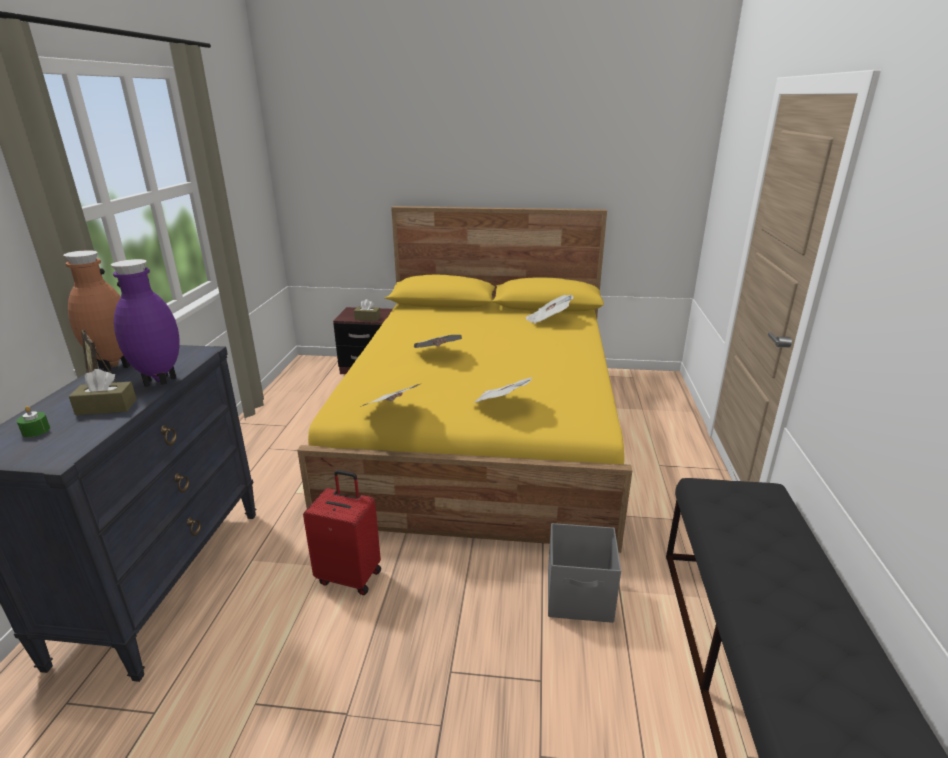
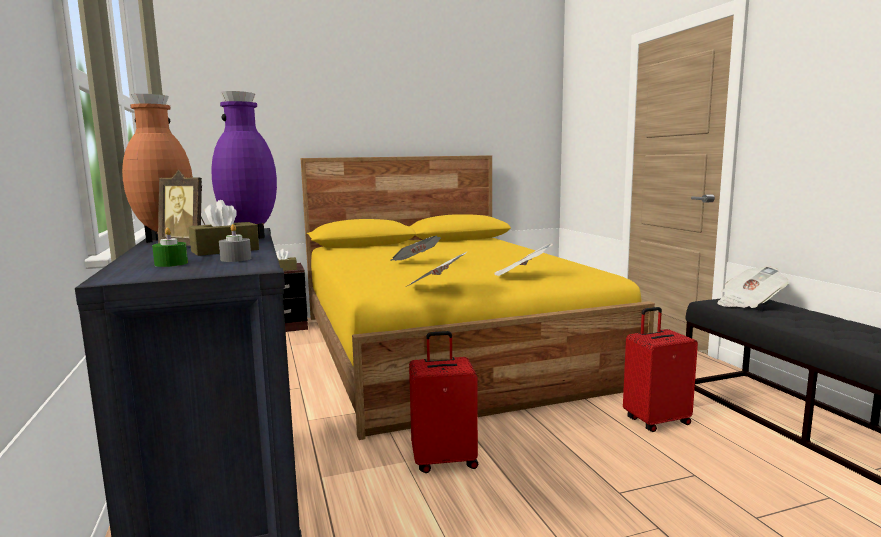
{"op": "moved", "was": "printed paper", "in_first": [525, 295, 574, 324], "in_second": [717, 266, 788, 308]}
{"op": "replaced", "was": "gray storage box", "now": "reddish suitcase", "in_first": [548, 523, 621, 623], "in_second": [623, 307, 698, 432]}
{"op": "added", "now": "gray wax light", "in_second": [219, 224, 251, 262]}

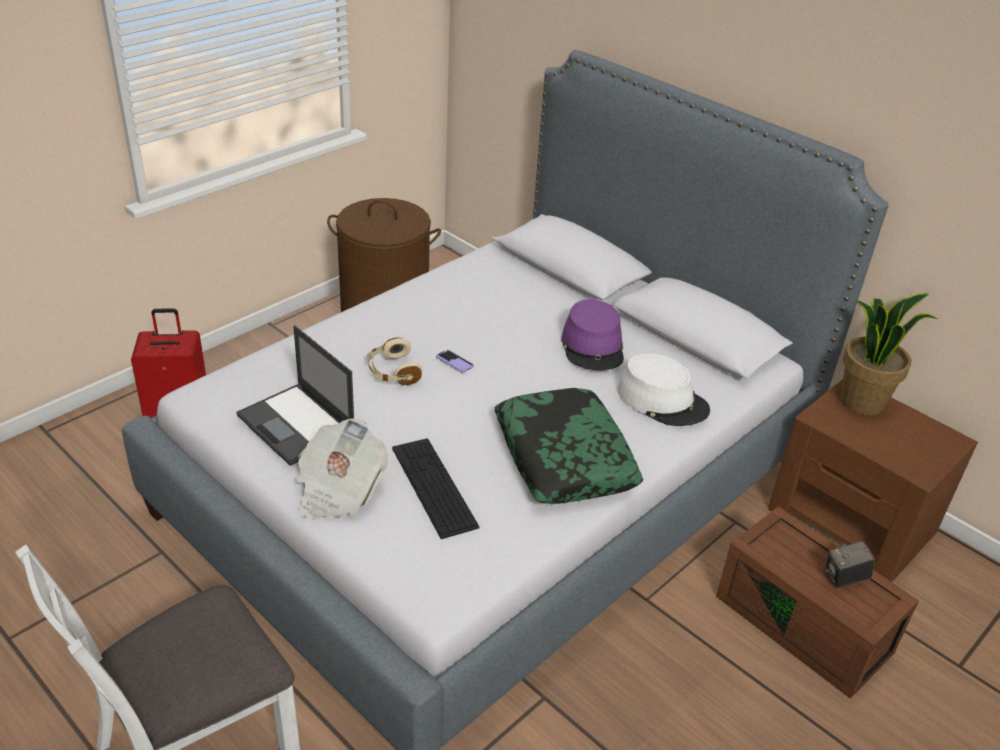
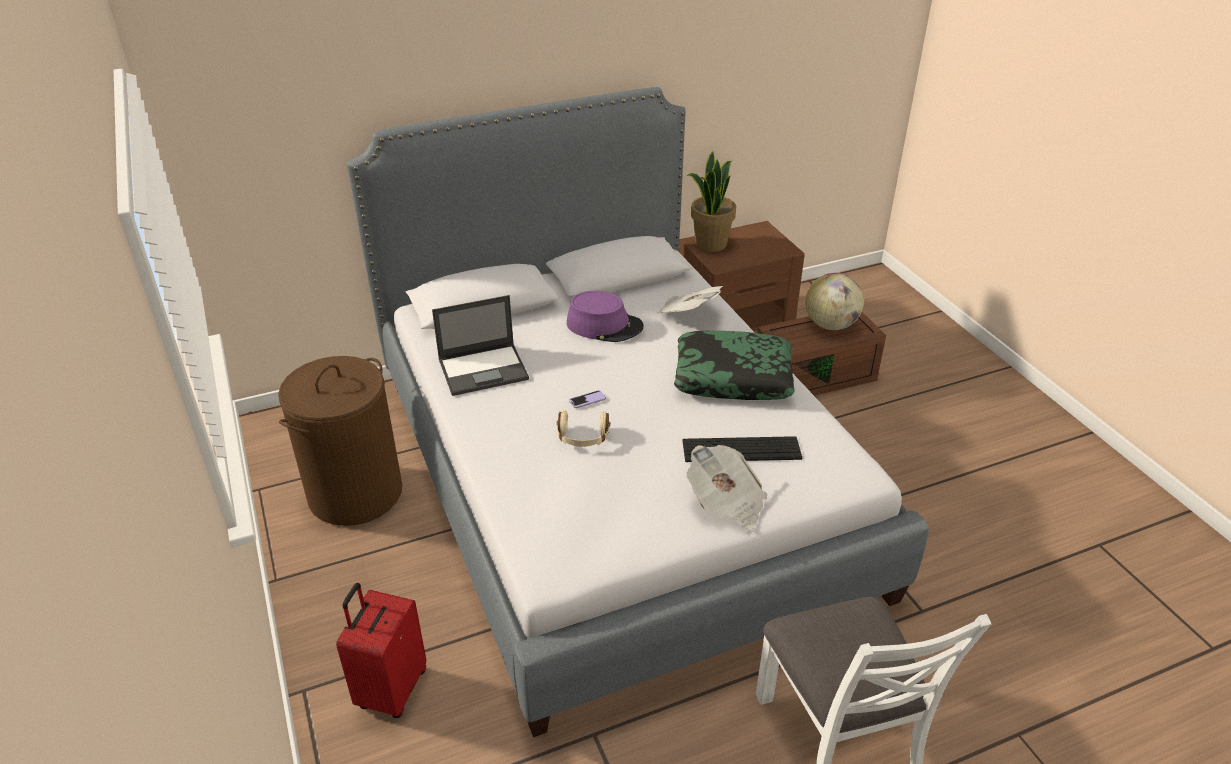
{"op": "moved", "was": "portable computer", "in_first": [236, 325, 354, 466], "in_second": [432, 295, 529, 396]}
{"op": "replaced", "was": "whitish hat", "now": "printed paper", "in_first": [617, 353, 710, 426], "in_second": [656, 286, 723, 314]}
{"op": "replaced", "was": "still camera", "now": "world globe", "in_first": [826, 541, 875, 588], "in_second": [805, 273, 864, 330]}

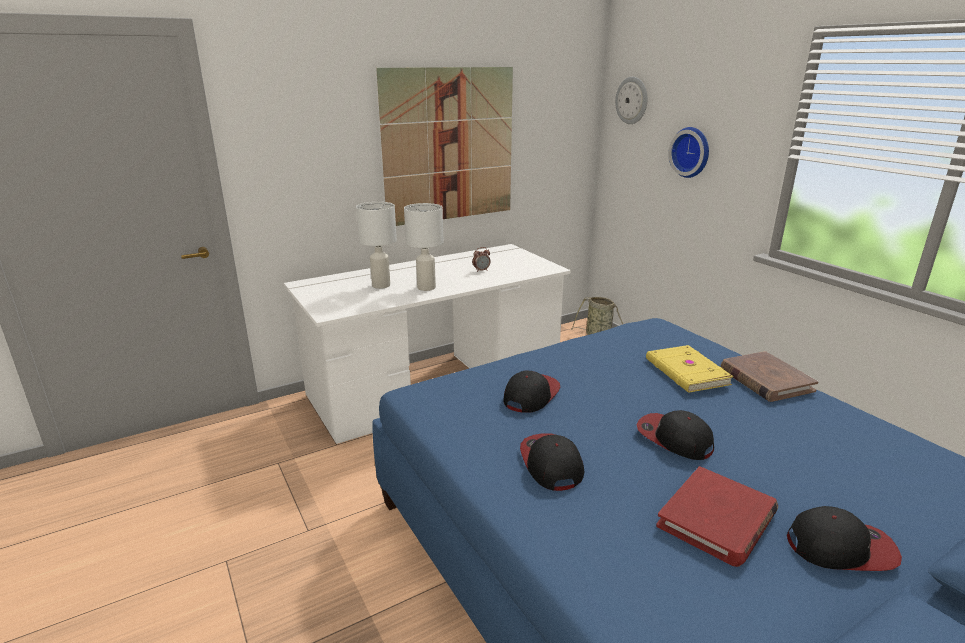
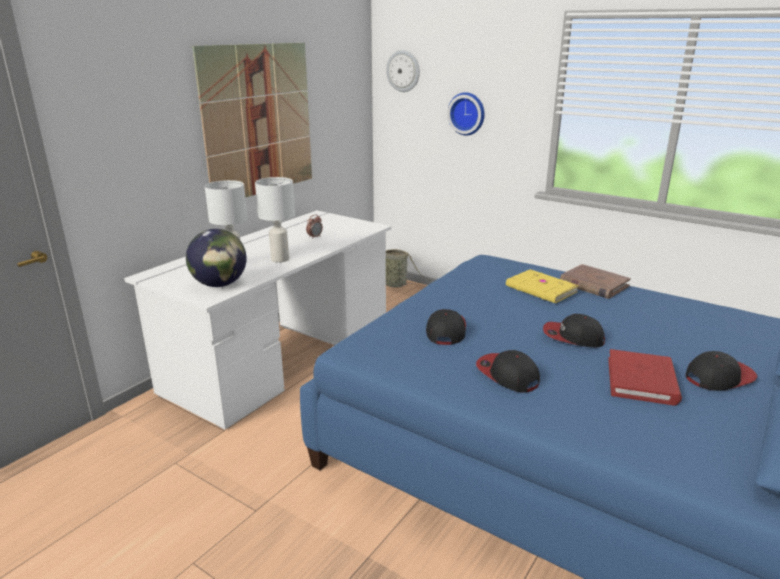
{"op": "added", "now": "world globe", "in_second": [186, 229, 247, 287]}

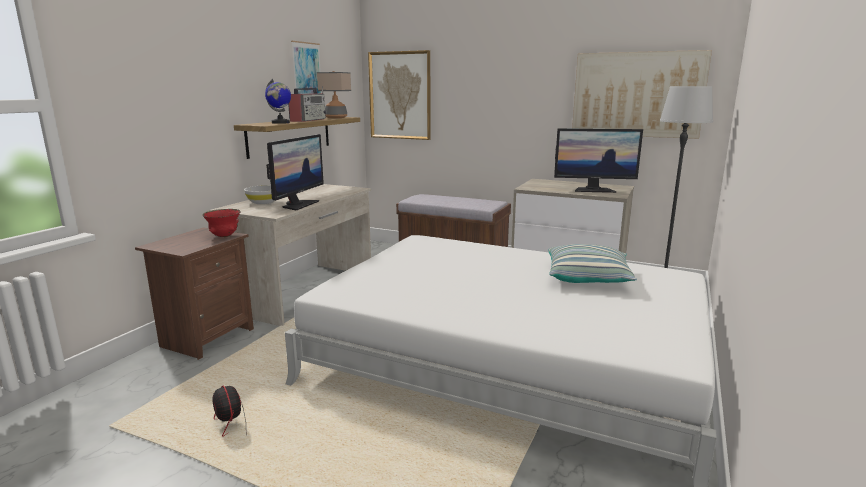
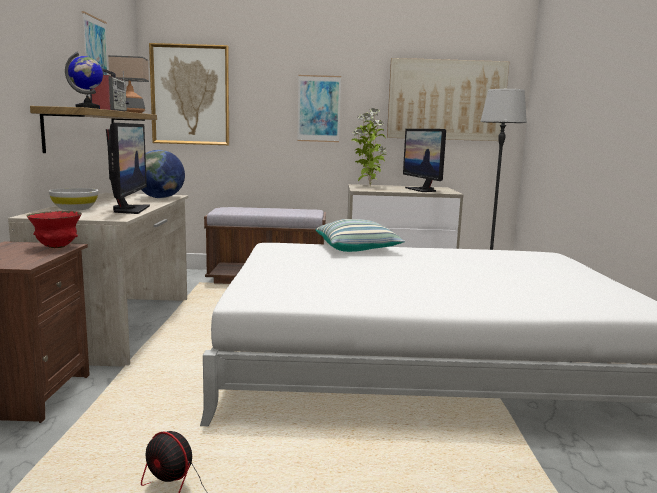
{"op": "turned", "was": "computer screen", "in_first": [554, 128, 643, 193], "in_second": [403, 129, 446, 192], "clockwise": 90}
{"op": "moved", "was": "throw pillow", "in_first": [548, 244, 637, 283], "in_second": [316, 219, 405, 252]}
{"op": "added", "now": "wall picture", "in_second": [297, 75, 341, 142]}
{"op": "added", "now": "potted plant", "in_second": [351, 108, 387, 186]}
{"op": "added", "now": "world globe", "in_second": [141, 150, 185, 198]}

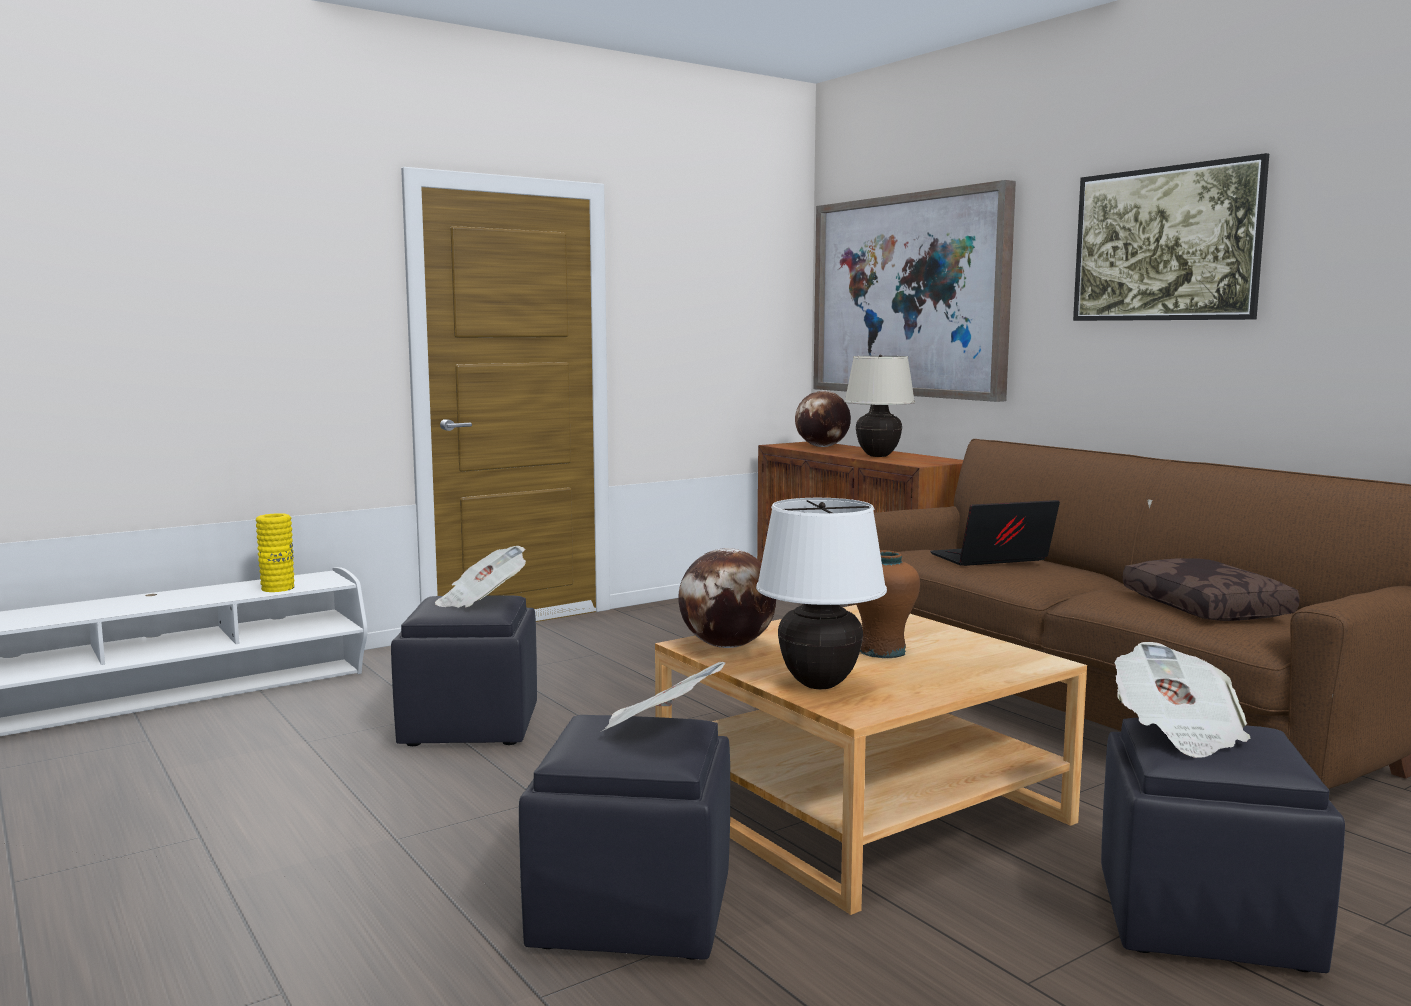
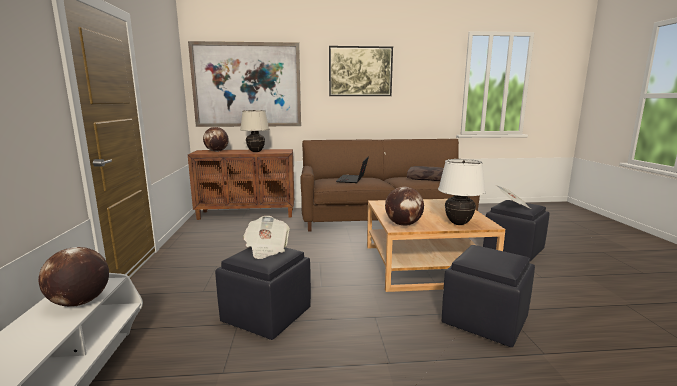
{"op": "replaced", "was": "yellowish vase", "now": "world globe", "in_first": [256, 513, 294, 592], "in_second": [38, 247, 109, 307]}
{"op": "removed", "was": "brown vase", "in_first": [856, 550, 920, 658]}
{"op": "removed", "was": "printed paper", "in_first": [602, 661, 725, 731]}

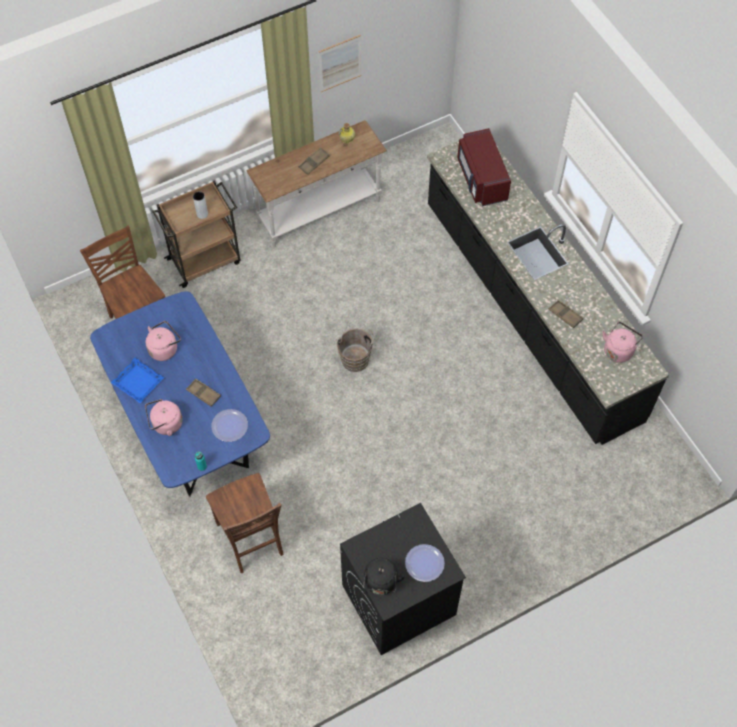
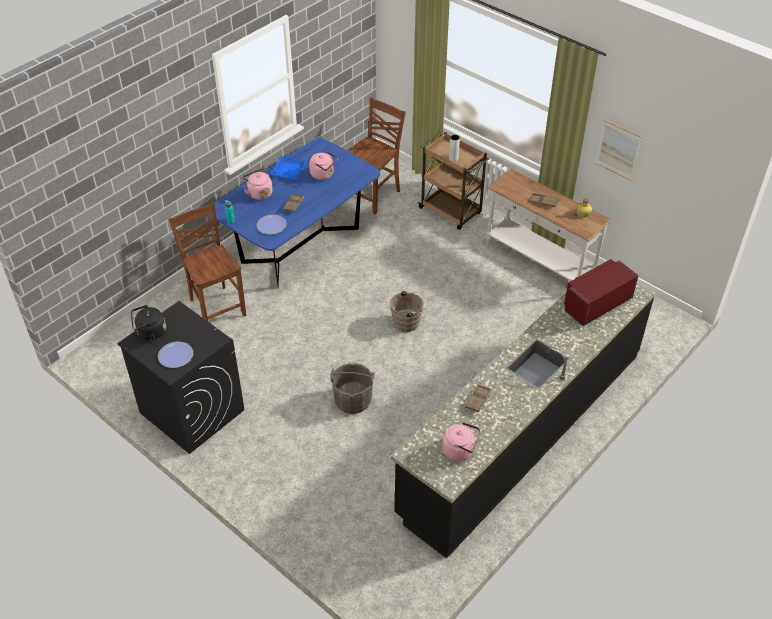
{"op": "turned", "was": "brown upright chair", "in_first": [206, 473, 283, 573], "in_second": [168, 203, 246, 321], "clockwise": 105}
{"op": "added", "now": "gray bucket", "in_second": [330, 363, 375, 414]}

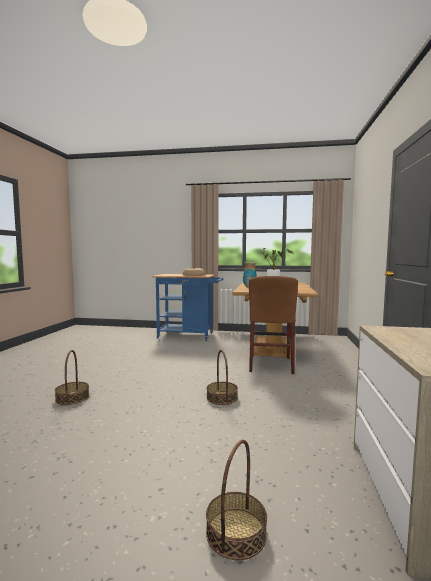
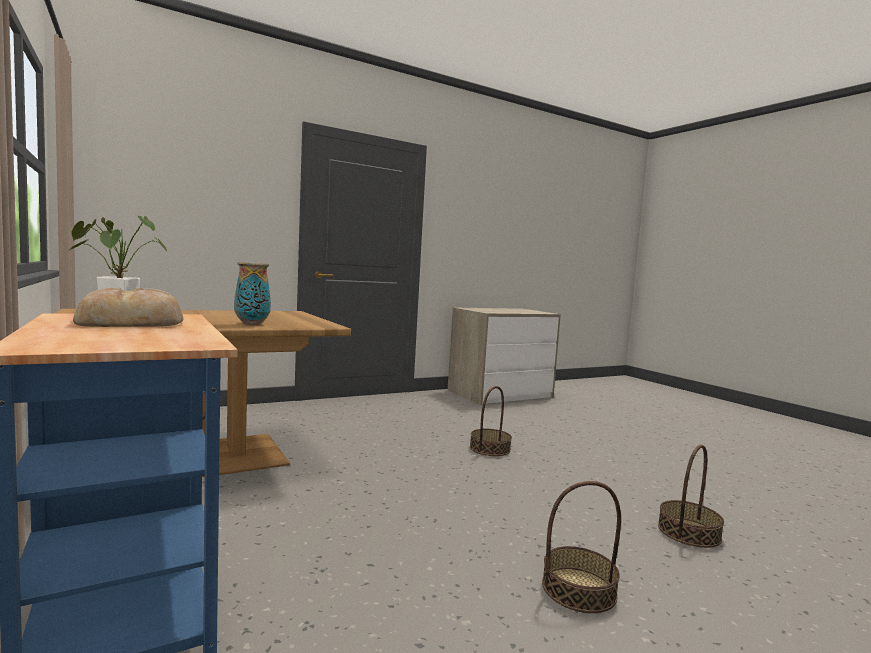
{"op": "removed", "was": "brown upright chair", "in_first": [249, 276, 298, 374]}
{"op": "moved", "was": "household basket", "in_first": [206, 440, 267, 561], "in_second": [542, 481, 621, 613]}

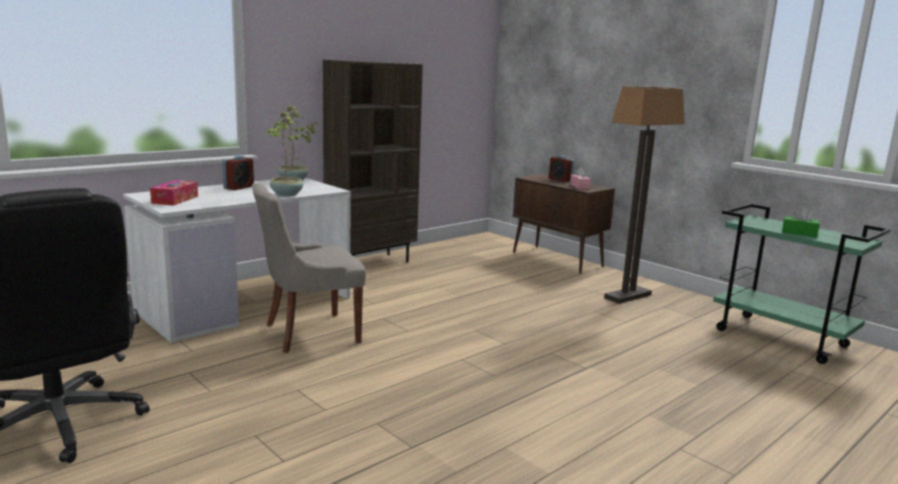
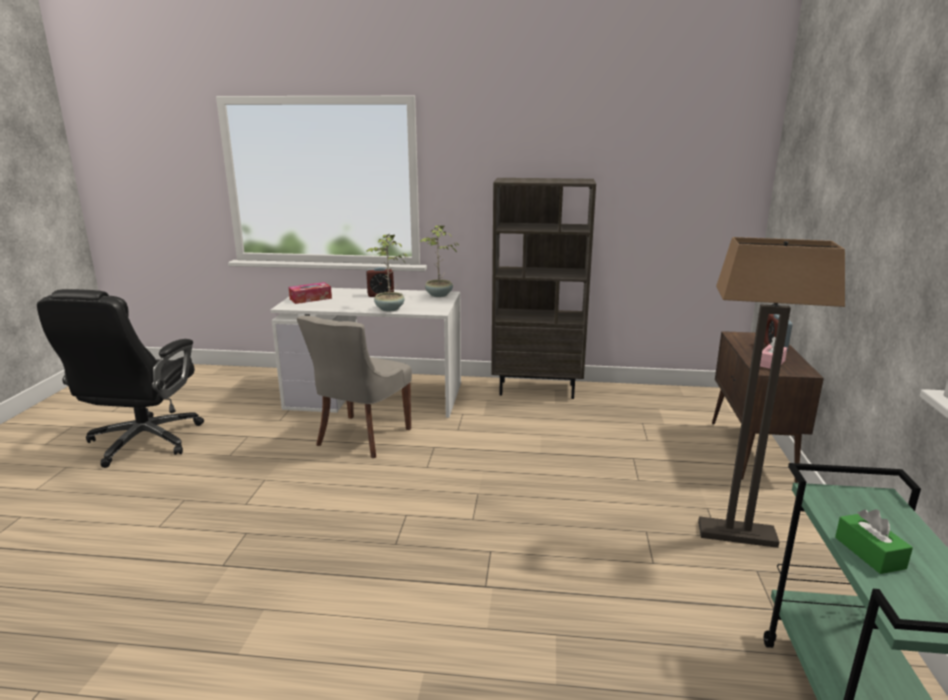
{"op": "turned", "was": "gray upright chair", "in_first": [252, 183, 366, 353], "in_second": [297, 316, 412, 458], "clockwise": -90}

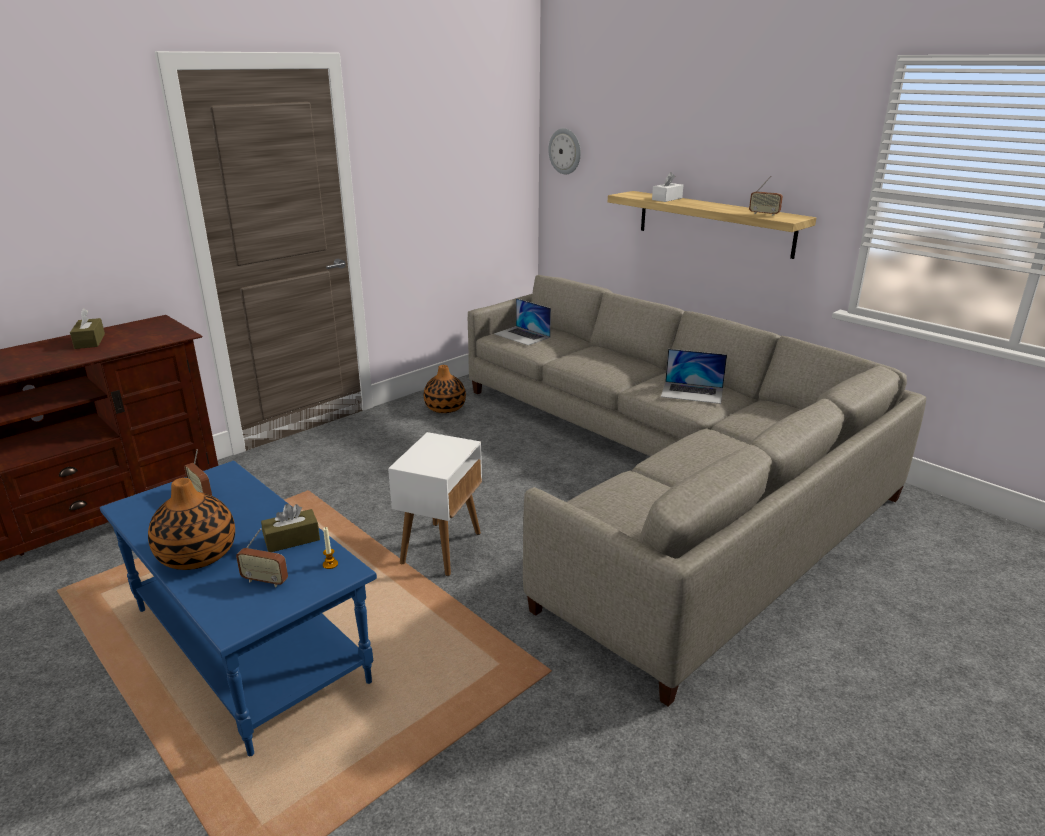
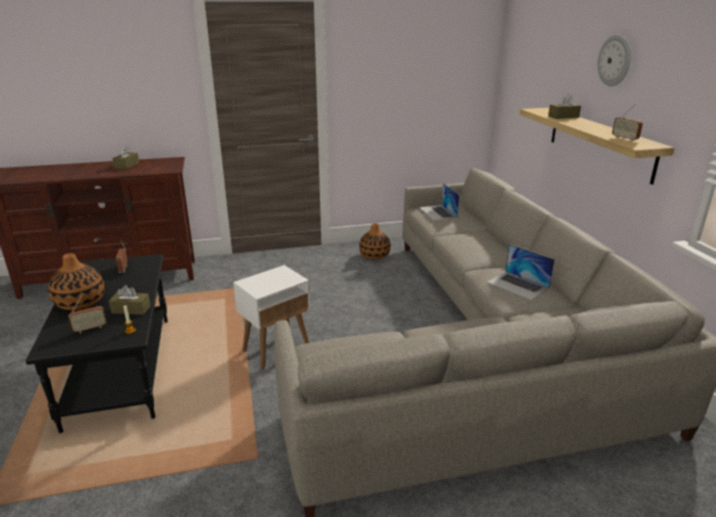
{"op": "moved", "was": "hanging clock", "in_first": [548, 128, 581, 174], "in_second": [598, 35, 631, 86]}
{"op": "recoloured", "was": "whitish tissue holder", "now": "brown tissue holder", "in_first": [652, 172, 683, 202], "in_second": [548, 94, 581, 119]}
{"op": "recoloured", "was": "bluish low table", "now": "blackish low table", "in_first": [100, 460, 377, 756], "in_second": [26, 254, 168, 433]}
{"op": "turned", "was": "radio", "in_first": [236, 528, 288, 587], "in_second": [69, 294, 106, 333], "clockwise": -75}

